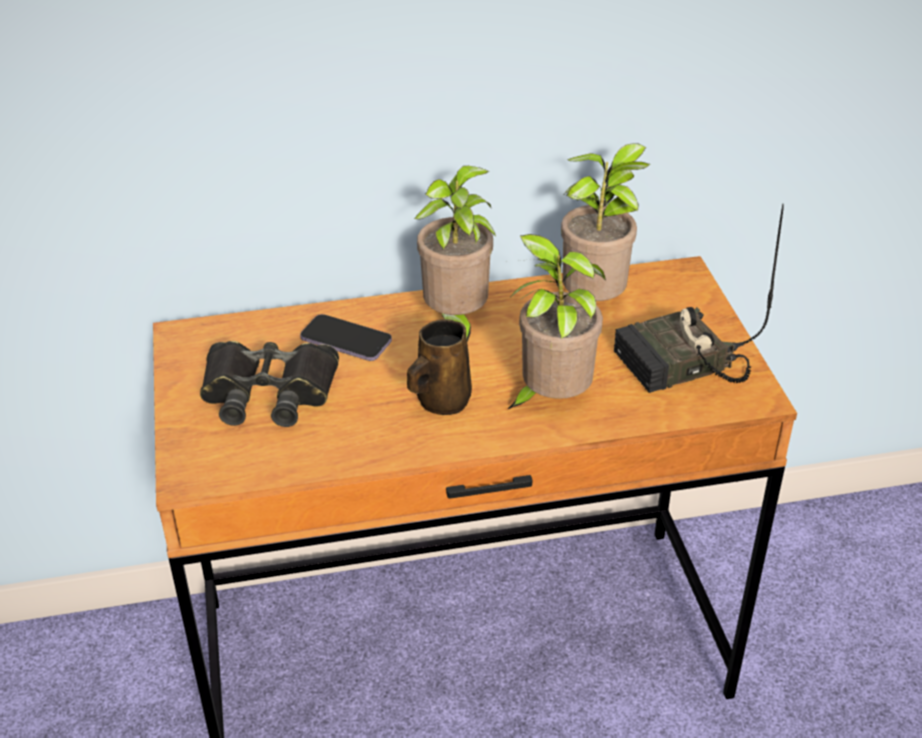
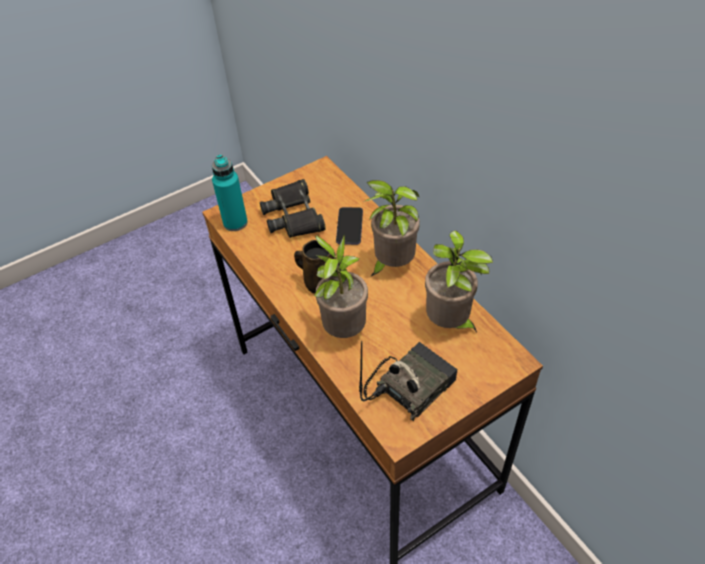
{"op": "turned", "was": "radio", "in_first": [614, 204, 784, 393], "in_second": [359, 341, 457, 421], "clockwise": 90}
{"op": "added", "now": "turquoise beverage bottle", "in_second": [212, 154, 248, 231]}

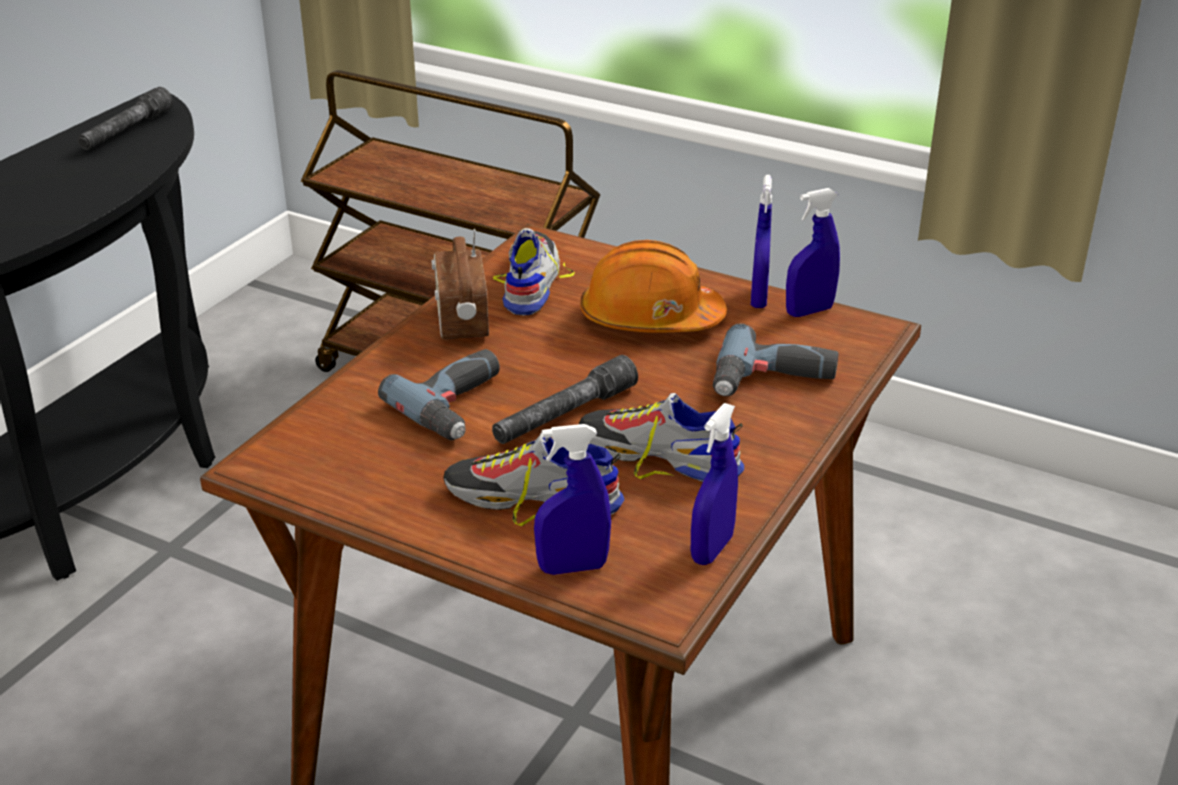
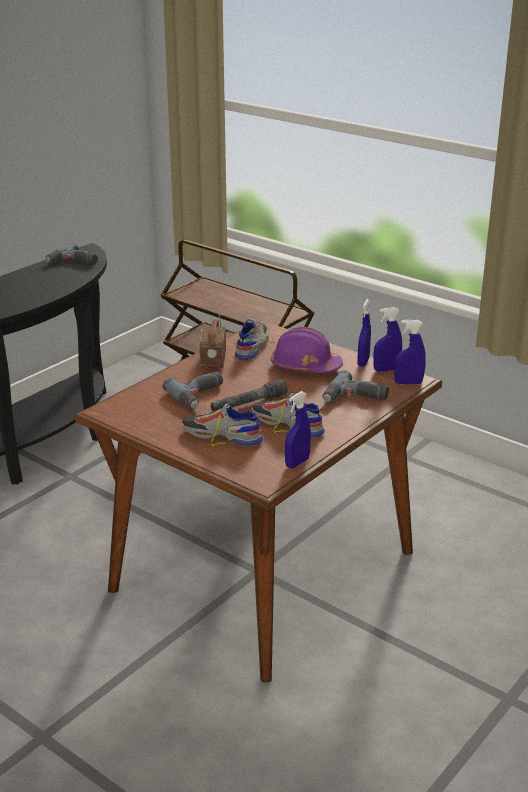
{"op": "replaced", "was": "gray torch", "now": "electric drill", "in_first": [77, 87, 173, 150], "in_second": [45, 243, 98, 265]}
{"op": "recoloured", "was": "orange-coloured safety helmet", "now": "purple safety helmet", "in_first": [580, 240, 727, 333], "in_second": [271, 327, 343, 373]}
{"op": "moved", "was": "bluish sprayer", "in_first": [534, 424, 611, 575], "in_second": [394, 320, 426, 385]}

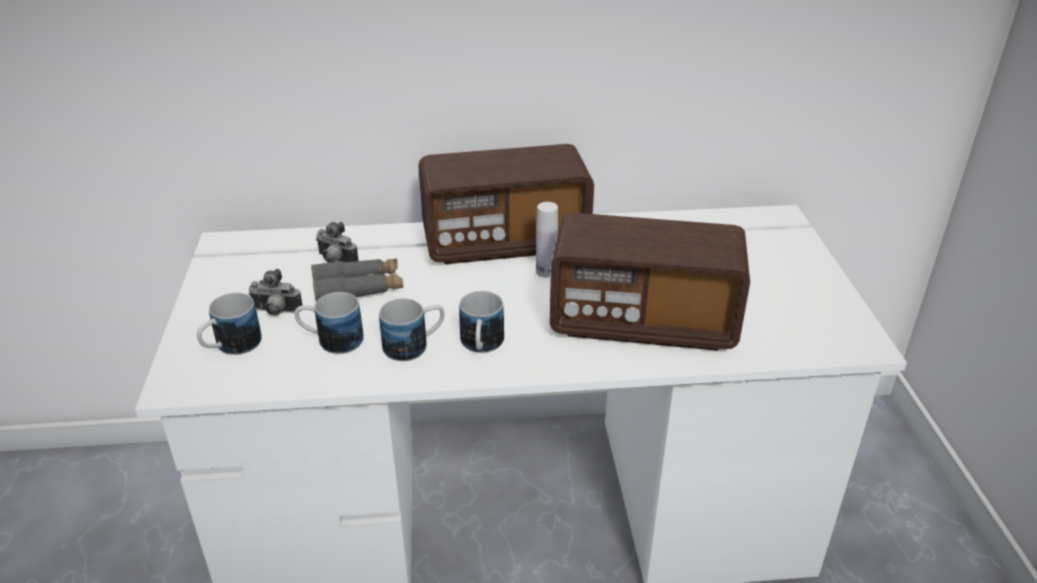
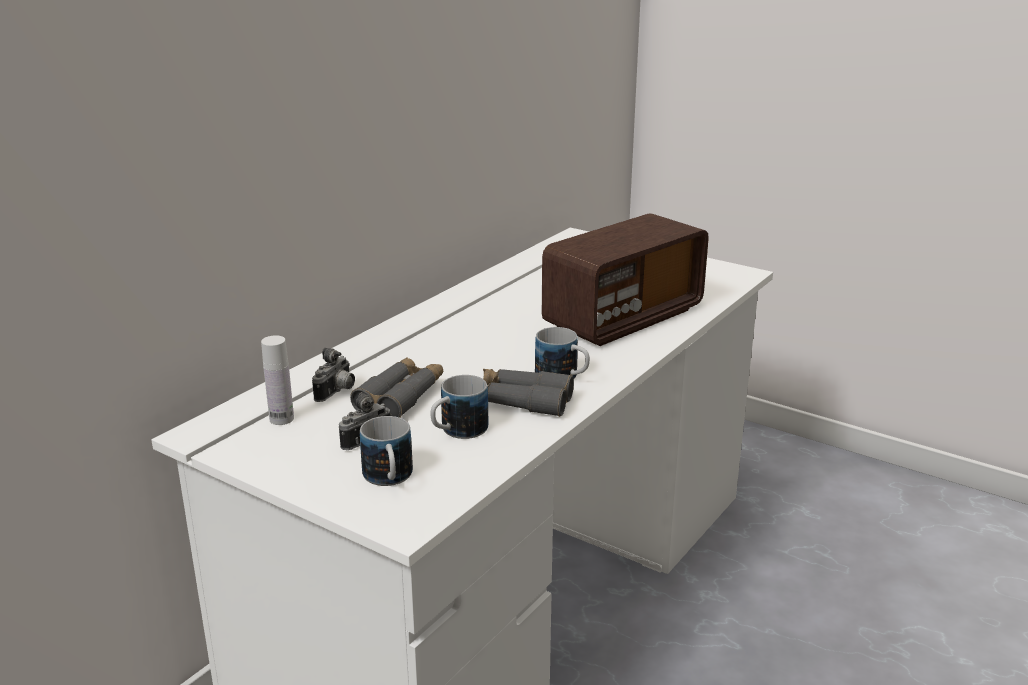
{"op": "removed", "was": "radio", "in_first": [418, 144, 594, 264]}
{"op": "moved", "was": "whitish beverage bottle", "in_first": [536, 202, 558, 277], "in_second": [261, 335, 294, 425]}
{"op": "turned", "was": "still camera", "in_first": [316, 222, 359, 263], "in_second": [312, 348, 355, 402], "clockwise": -45}
{"op": "replaced", "was": "mug", "now": "gray field glasses", "in_first": [379, 299, 444, 361], "in_second": [483, 369, 574, 417]}

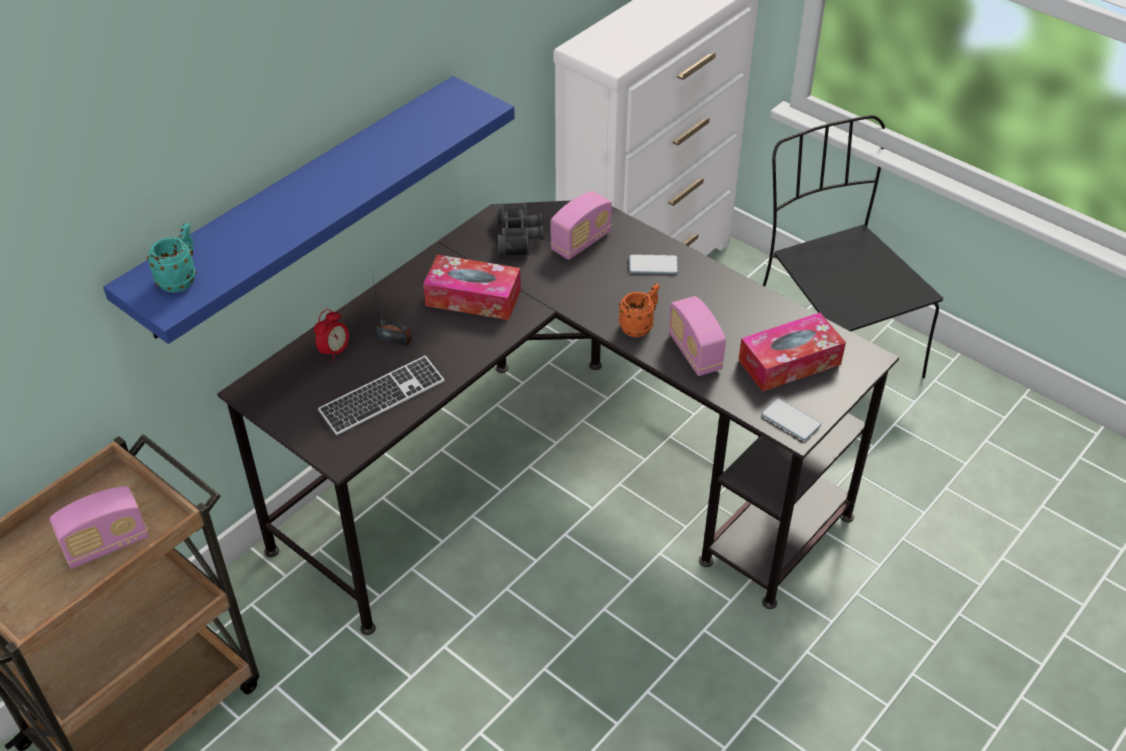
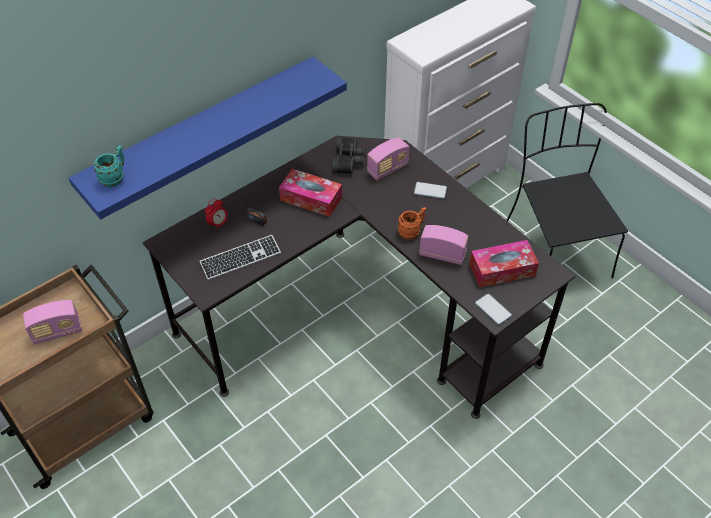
{"op": "turned", "was": "radio", "in_first": [669, 296, 726, 376], "in_second": [419, 225, 468, 265], "clockwise": 120}

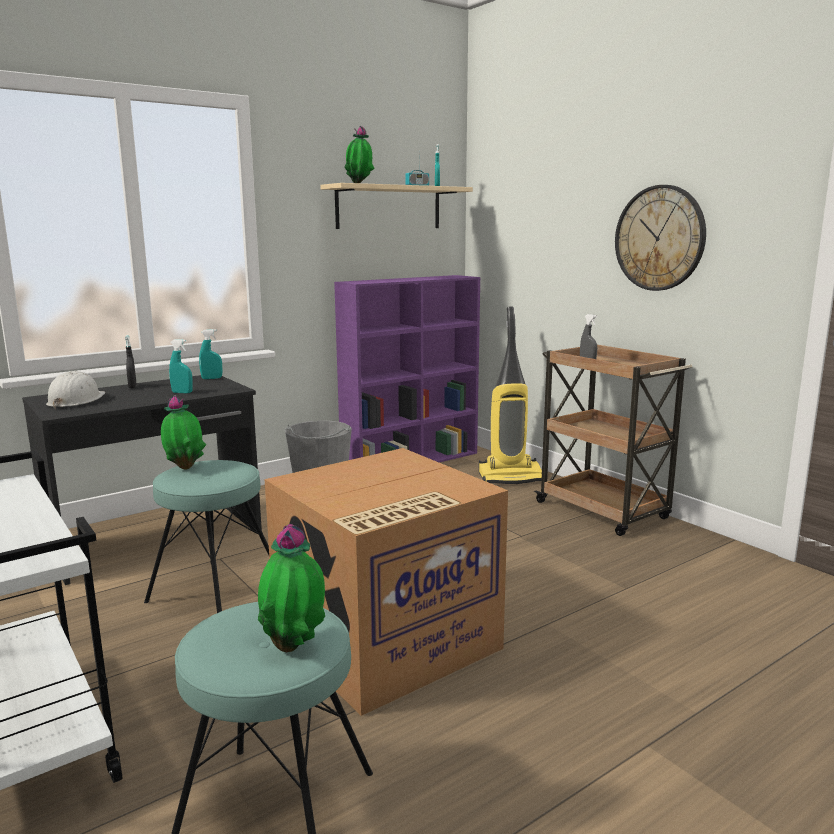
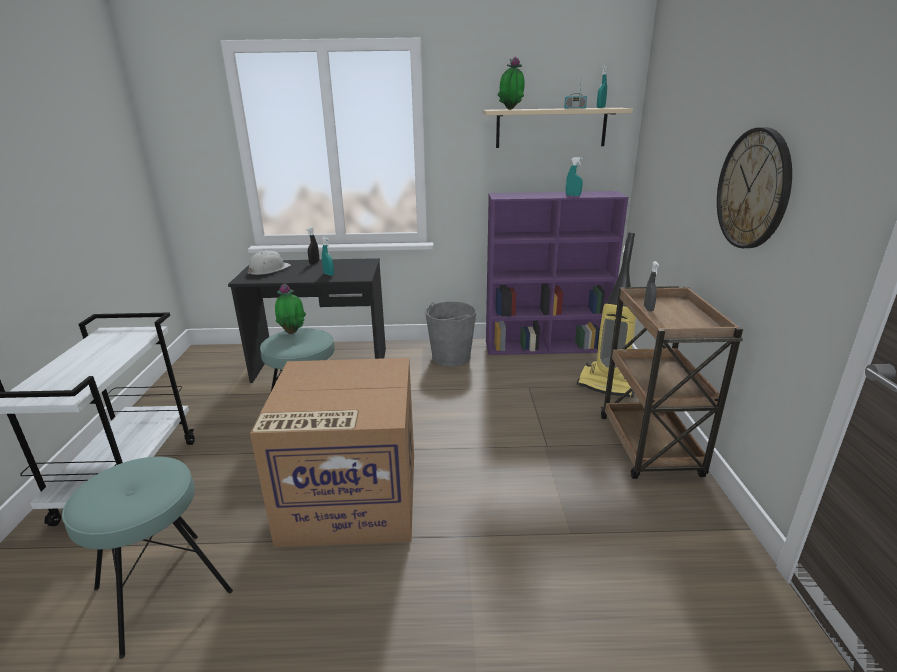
{"op": "moved", "was": "turquoise sprayer", "in_first": [199, 329, 222, 379], "in_second": [566, 157, 583, 196]}
{"op": "removed", "was": "potted plant", "in_first": [258, 524, 325, 652]}

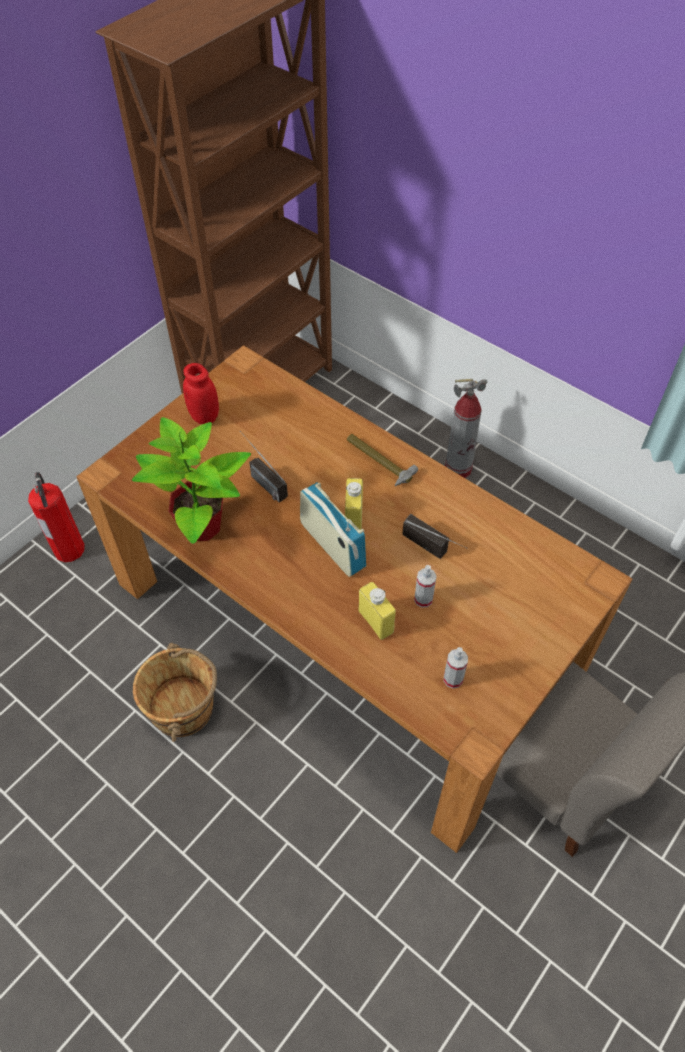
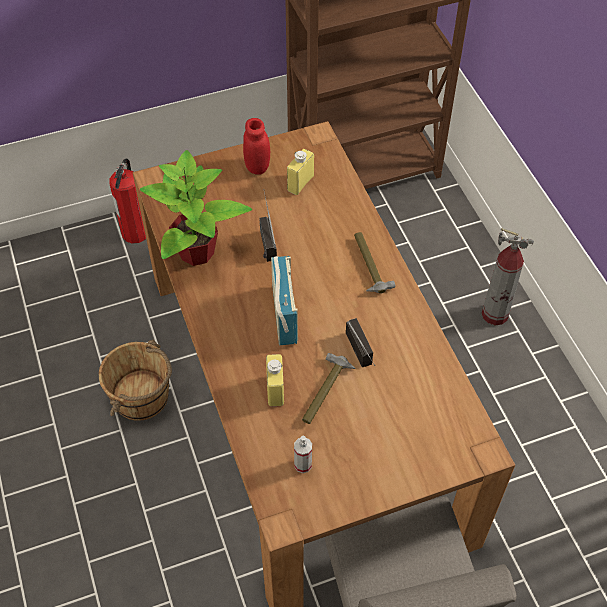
{"op": "moved", "was": "yellowish beverage bottle", "in_first": [345, 478, 363, 530], "in_second": [287, 149, 314, 195]}
{"op": "replaced", "was": "sprayer", "now": "hand hammer", "in_first": [414, 565, 437, 607], "in_second": [302, 353, 355, 424]}

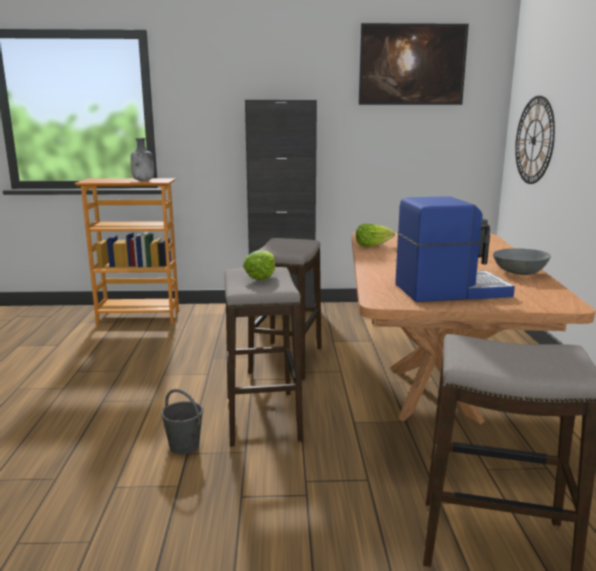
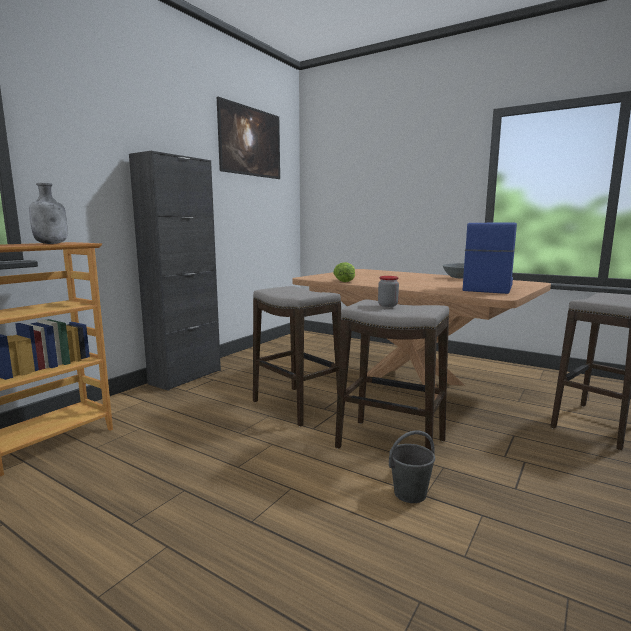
{"op": "removed", "was": "hanging clock", "in_first": [515, 95, 555, 184]}
{"op": "replaced", "was": "head of lettuce", "now": "preserve jar", "in_first": [243, 251, 275, 280], "in_second": [378, 276, 399, 307]}

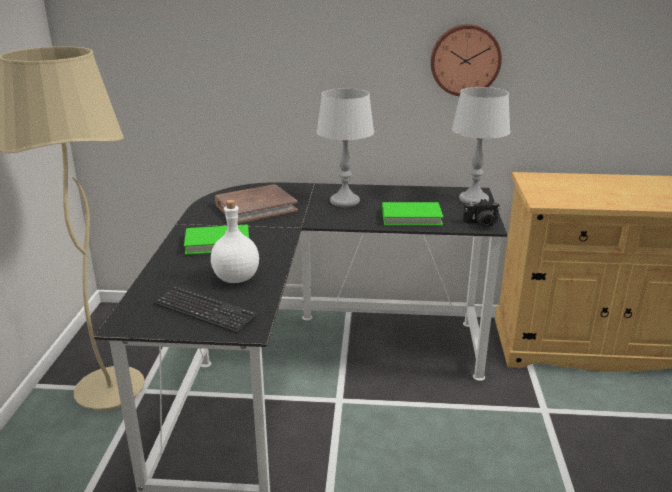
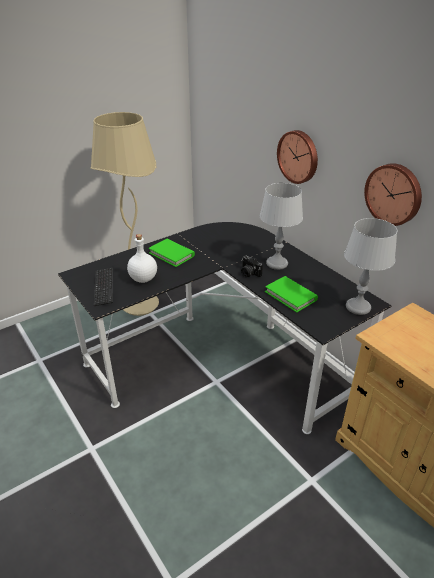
{"op": "removed", "was": "brown book", "in_first": [215, 184, 298, 224]}
{"op": "moved", "was": "still camera", "in_first": [463, 199, 500, 228], "in_second": [241, 255, 263, 277]}
{"op": "added", "now": "hanging clock", "in_second": [277, 130, 318, 184]}

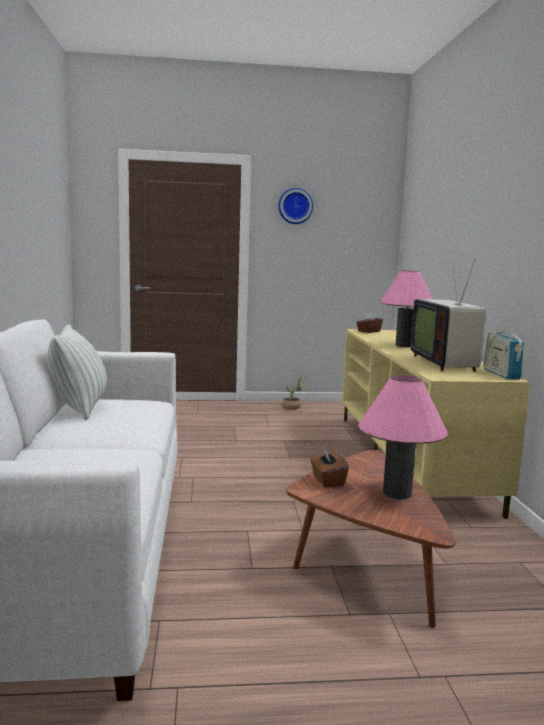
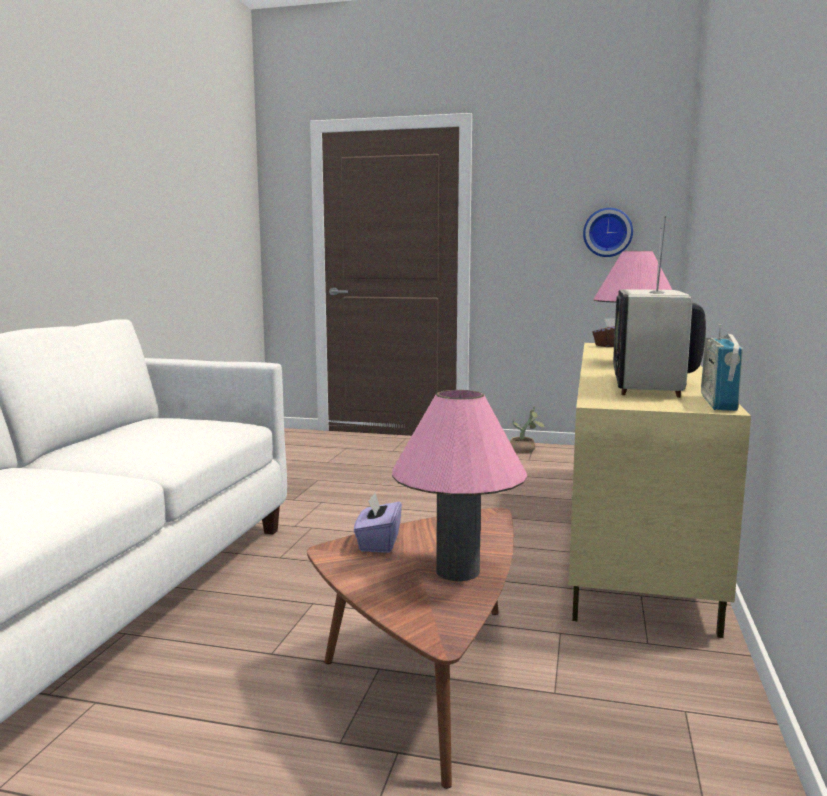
{"op": "moved", "was": "hanging clock", "in_first": [278, 188, 313, 224], "in_second": [583, 208, 633, 257]}
{"op": "removed", "was": "throw pillow", "in_first": [47, 324, 107, 420]}
{"op": "recoloured", "was": "brown tissue holder", "now": "purple tissue holder", "in_first": [310, 448, 349, 487], "in_second": [354, 492, 402, 553]}

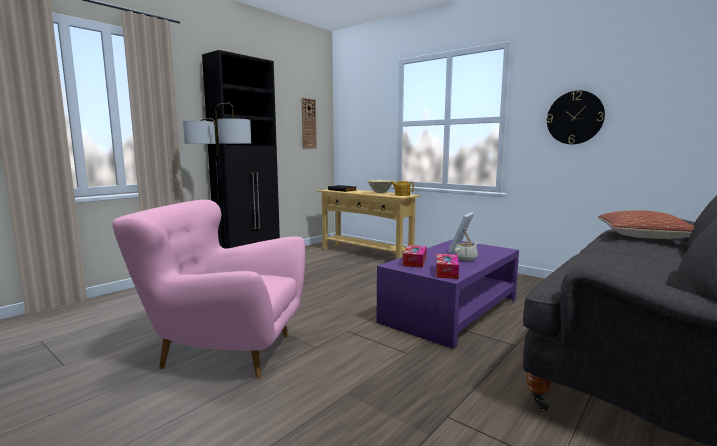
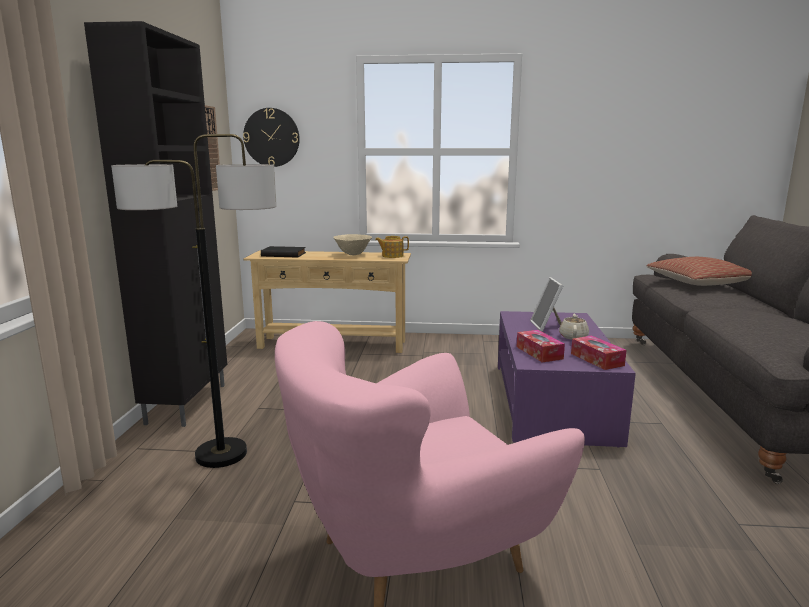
{"op": "moved", "was": "hanging clock", "in_first": [547, 90, 605, 144], "in_second": [243, 108, 300, 167]}

